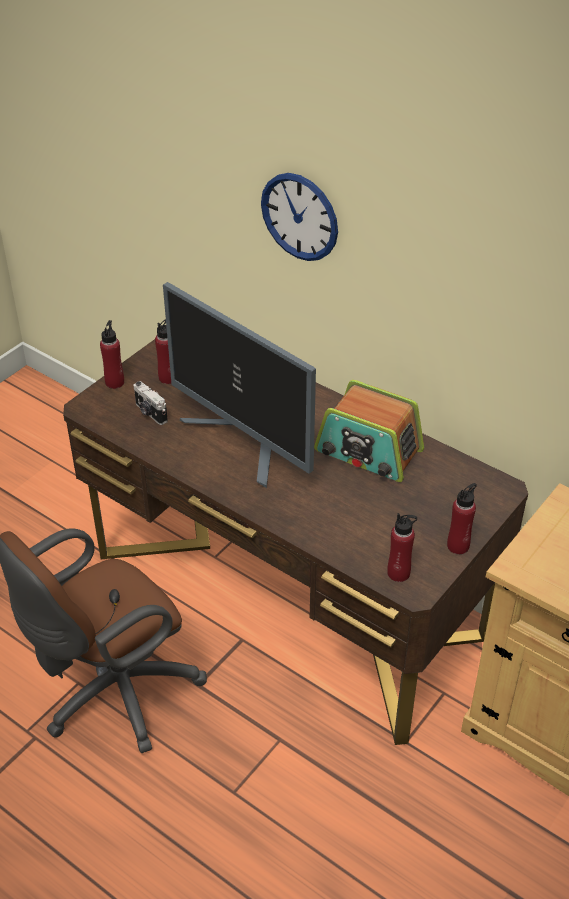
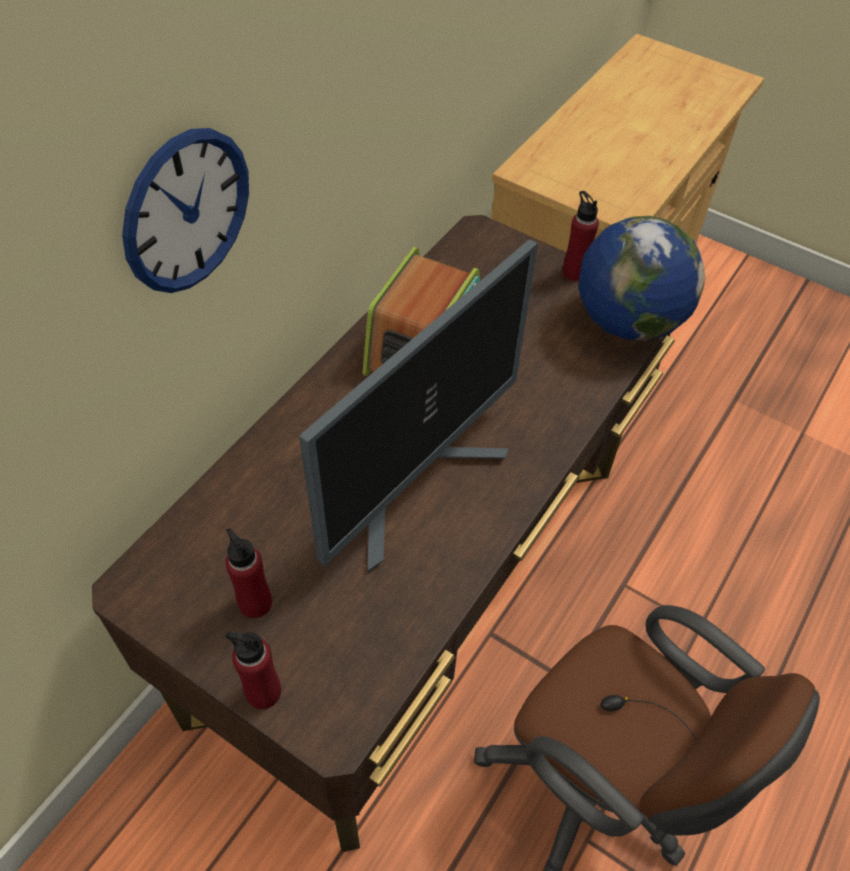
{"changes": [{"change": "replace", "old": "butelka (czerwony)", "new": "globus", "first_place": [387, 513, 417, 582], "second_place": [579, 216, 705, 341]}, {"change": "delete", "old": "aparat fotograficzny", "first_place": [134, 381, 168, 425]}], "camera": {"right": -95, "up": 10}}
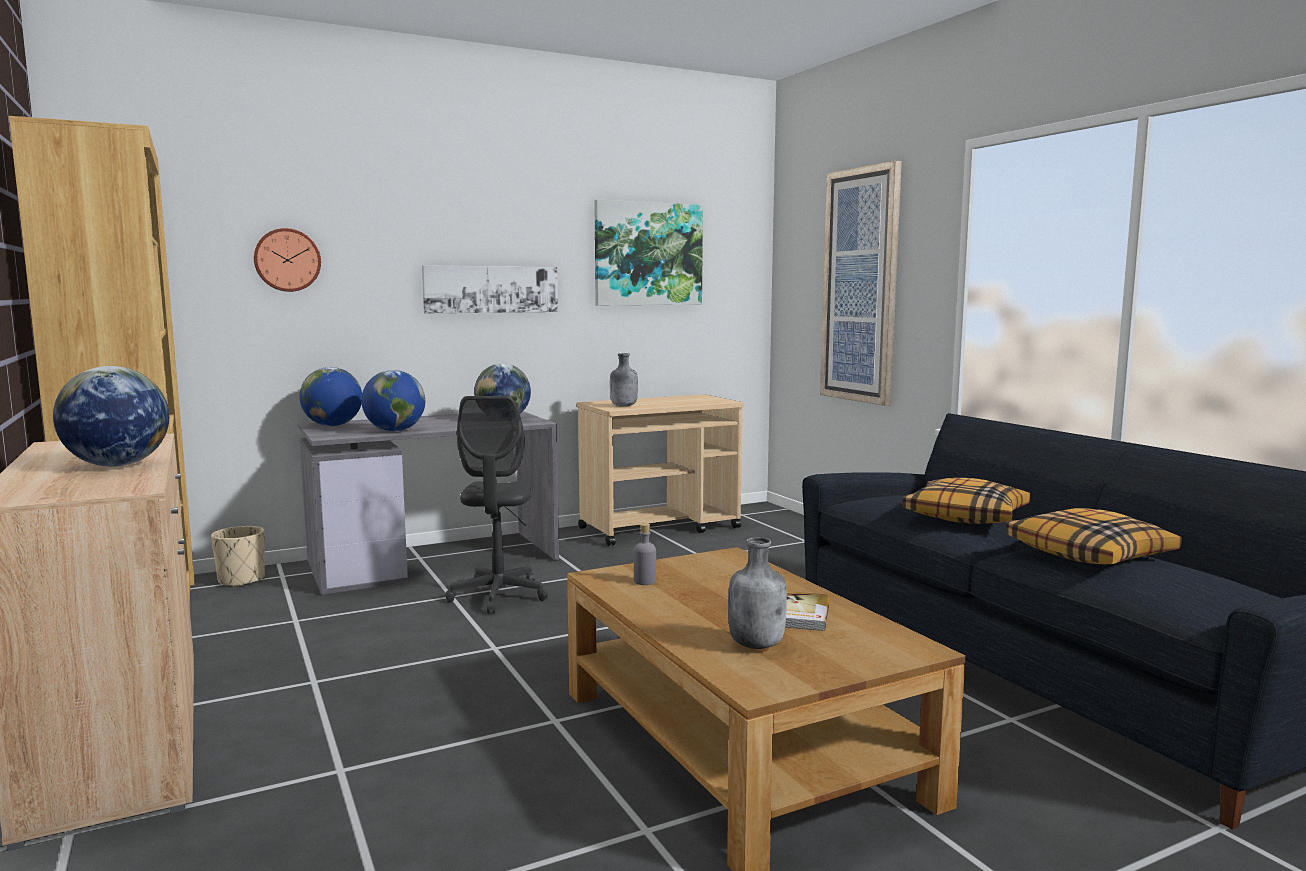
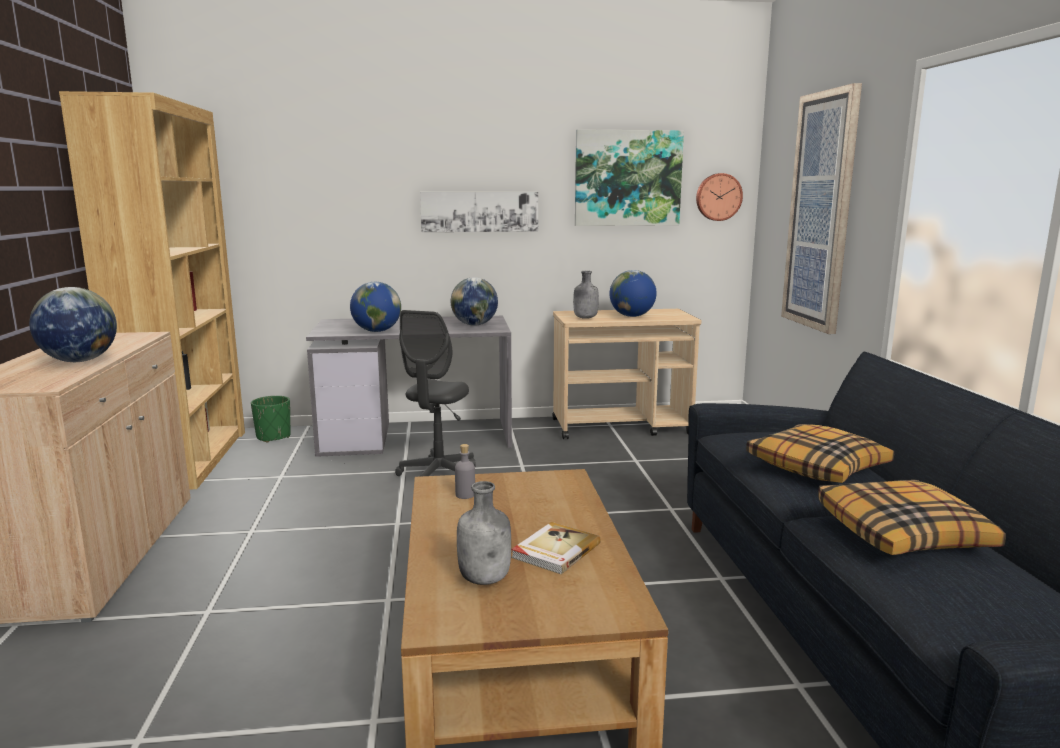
{"changes": [{"change": "recolor", "old": "donica (beżowy)", "new": "donica (zielony)", "first_place": [211, 526, 265, 587], "second_place": [251, 396, 291, 442]}, {"change": "move", "old": "globus", "first_place": [299, 367, 362, 426], "second_place": [609, 270, 657, 317]}, {"change": "move", "old": "zegar ścienny", "first_place": [254, 228, 321, 292], "second_place": [696, 173, 743, 221]}], "camera": {"right": 20, "up": 5}}
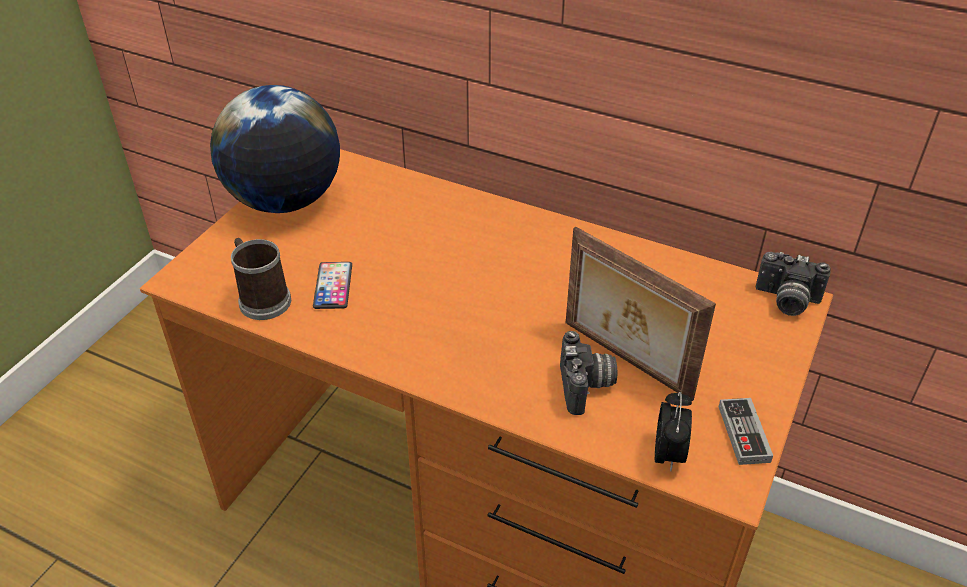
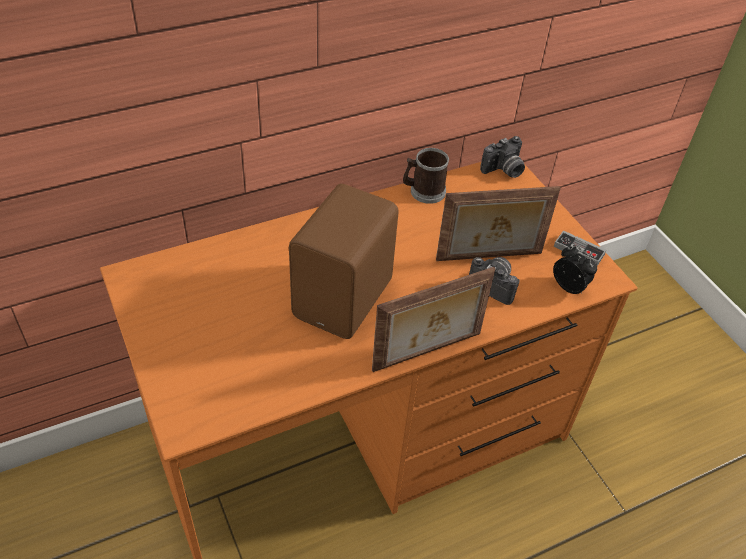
{"changes": [{"change": "insert", "new": "głośnik (brązowy)", "second_place": [289, 184, 399, 339]}, {"change": "insert", "new": "ramka na zdjęcie", "second_place": [372, 267, 495, 372]}, {"change": "move", "old": "kubek", "first_place": [231, 238, 291, 320], "second_place": [403, 148, 449, 204]}, {"change": "delete", "old": "globus", "first_place": [210, 85, 340, 213]}, {"change": "delete", "old": "telefon", "first_place": [313, 262, 352, 309]}], "camera": {"right": -55, "up": 5}}
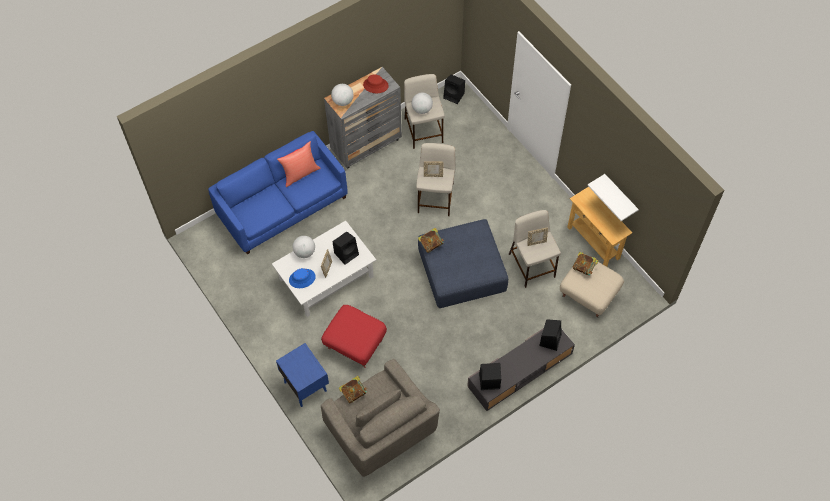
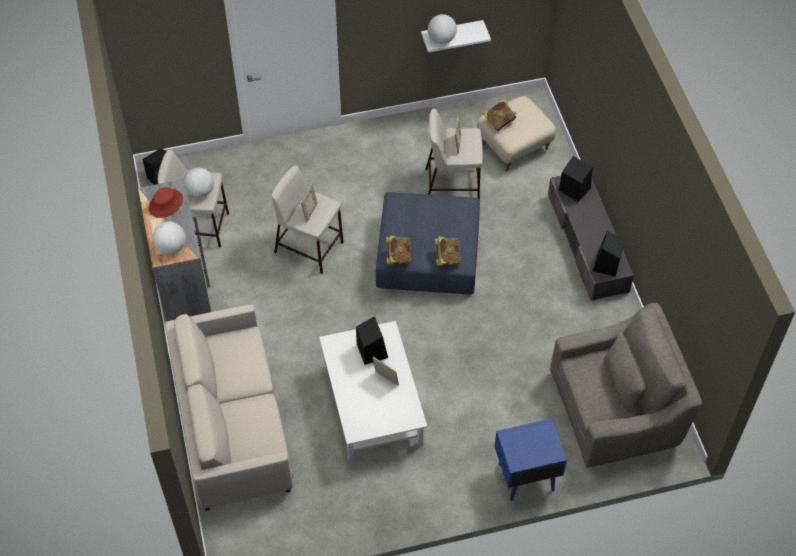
{"changes": [{"change": "recolor", "old": "kanapa (niebieski)", "new": "kanapa (beżowy)", "first_place": [208, 131, 348, 255], "second_place": [165, 305, 293, 511]}, {"change": "move", "old": "globus", "first_place": [293, 236, 315, 258], "second_place": [428, 14, 457, 44]}, {"change": "move", "old": "książka", "first_place": [339, 376, 367, 403], "second_place": [435, 237, 461, 266]}, {"change": "delete", "old": "poduszka (czerwony)", "first_place": [277, 141, 321, 187]}, {"change": "delete", "old": "kapelusz (niebieski)", "first_place": [289, 268, 316, 288]}, {"change": "delete", "old": "pufa (czerwony)", "first_place": [321, 305, 387, 367]}, {"change": "delete", "old": "stolik konsolowy (beżowy)", "first_place": [567, 187, 632, 267]}], "camera": {"right": -70, "up": -5}}
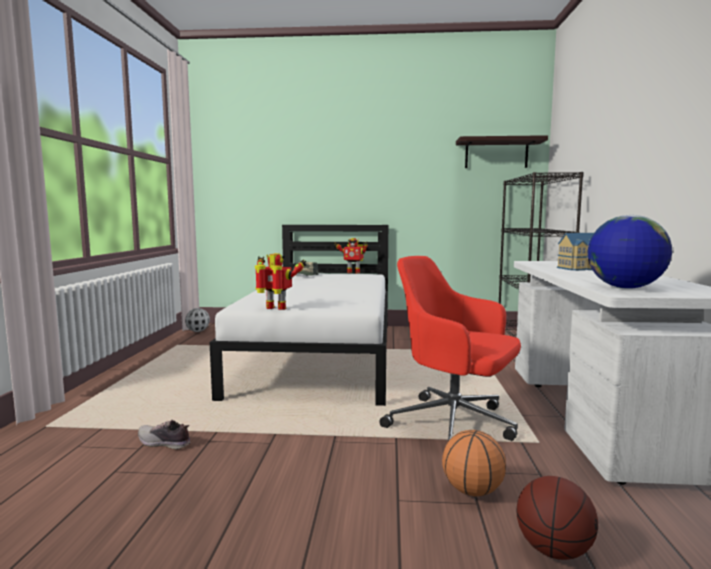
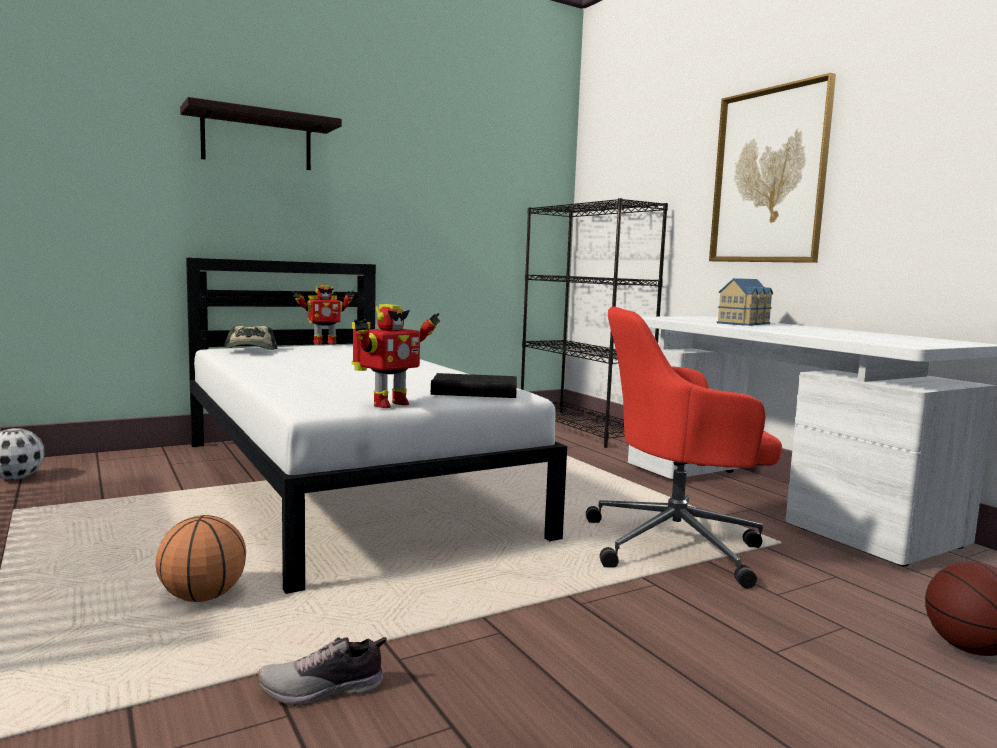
{"changes": [{"change": "move", "old": "piłka do koszykówki", "first_place": [442, 430, 506, 496], "second_place": [155, 515, 246, 602]}, {"change": "move", "old": "półka", "first_place": [456, 135, 548, 168], "second_place": [180, 97, 342, 170]}, {"change": "rotate", "old": "robot zabawkowy", "first_place": [255, 253, 306, 310], "second_place": [352, 304, 440, 408], "degrees": 150}, {"change": "insert", "new": "książka (czarny)", "second_place": [431, 373, 517, 398]}, {"change": "insert", "new": "obraz", "second_place": [709, 73, 836, 263]}, {"change": "delete", "old": "globus", "first_place": [588, 215, 672, 289]}], "camera": {"right": -35, "up": 0}}
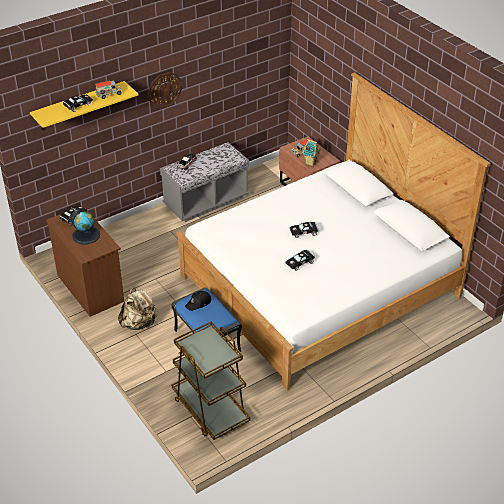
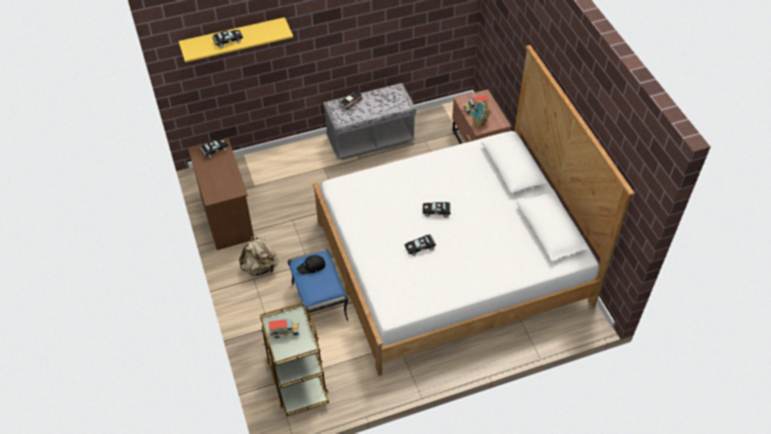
{"changes": [{"change": "move", "old": "ciężarówka zabawkowa", "first_place": [95, 80, 122, 99], "second_place": [269, 319, 300, 338]}, {"change": "delete", "old": "globus", "first_place": [71, 210, 100, 245]}, {"change": "delete", "old": "zegar ścienny", "first_place": [148, 72, 182, 108]}], "camera": {"right": 15, "up": 10}}
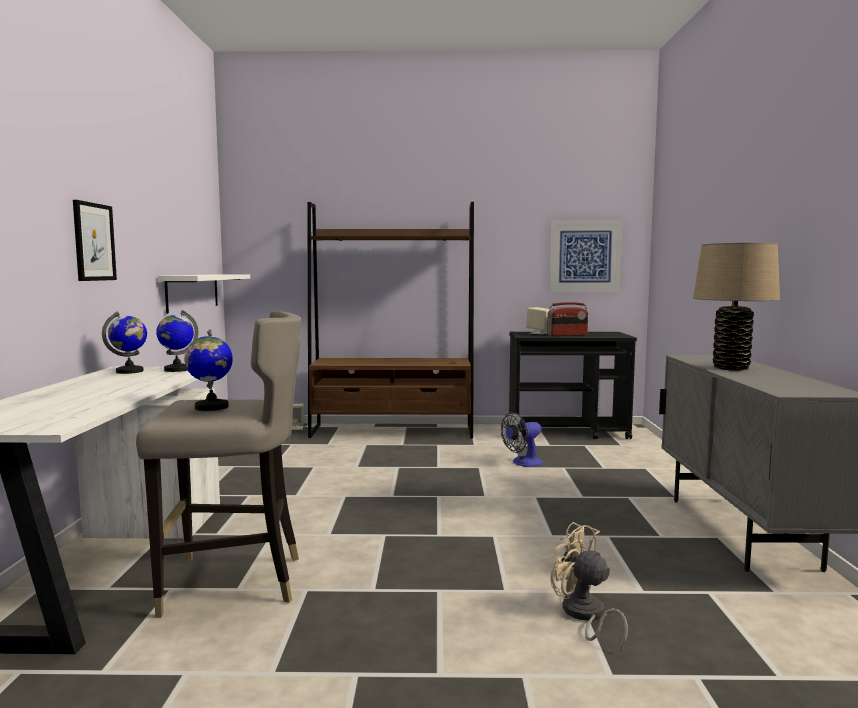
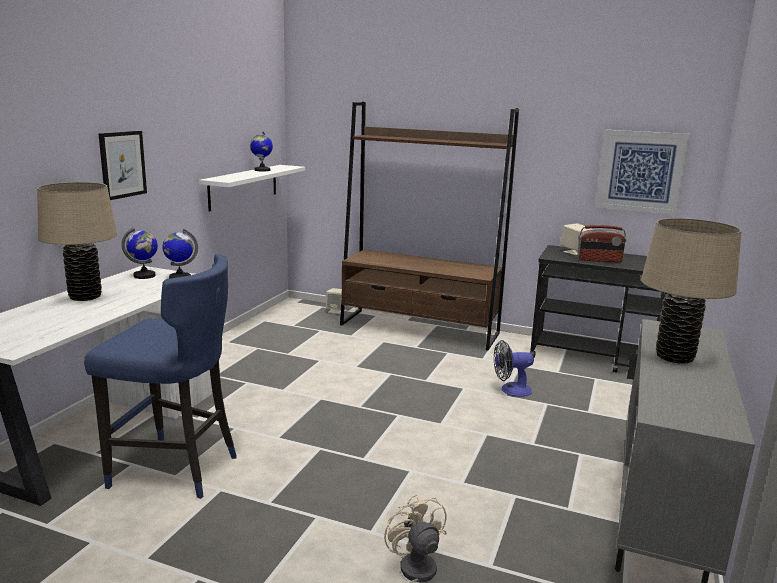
{"changes": [{"change": "insert", "new": "lampa stołowa (beżowy)", "second_place": [37, 182, 117, 301]}, {"change": "recolor", "old": "stołek (szary)", "new": "stołek (niebieski)", "first_place": [136, 311, 301, 618], "second_place": [84, 254, 237, 499]}, {"change": "move", "old": "globus", "first_place": [184, 329, 233, 411], "second_place": [250, 131, 273, 171]}], "camera": {"right": 20, "up": 10}}
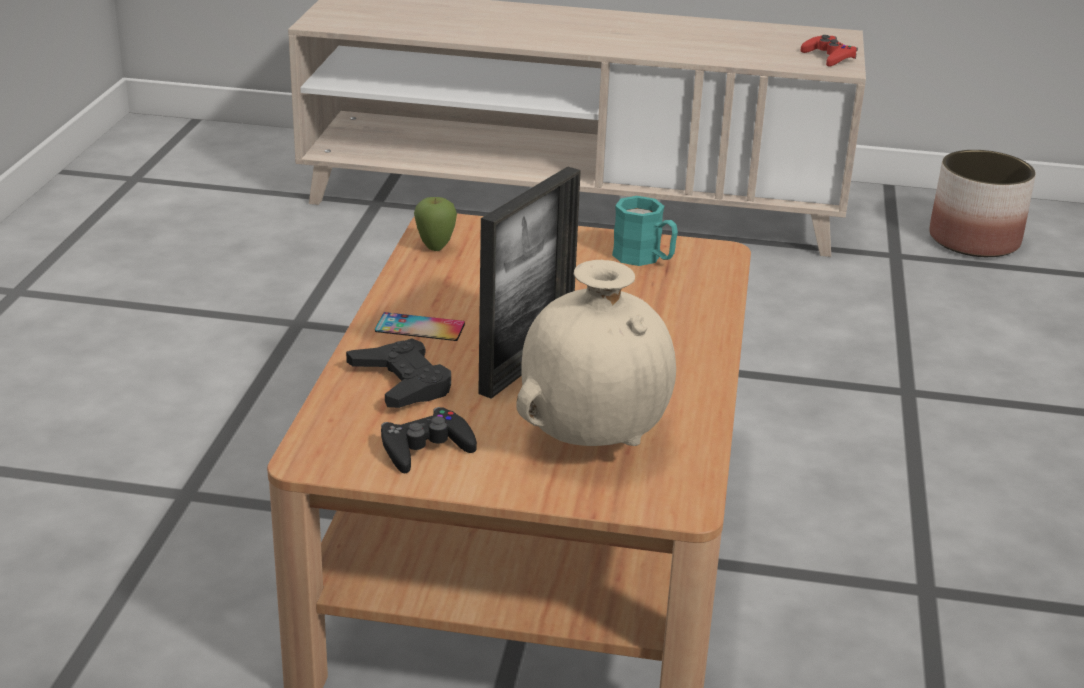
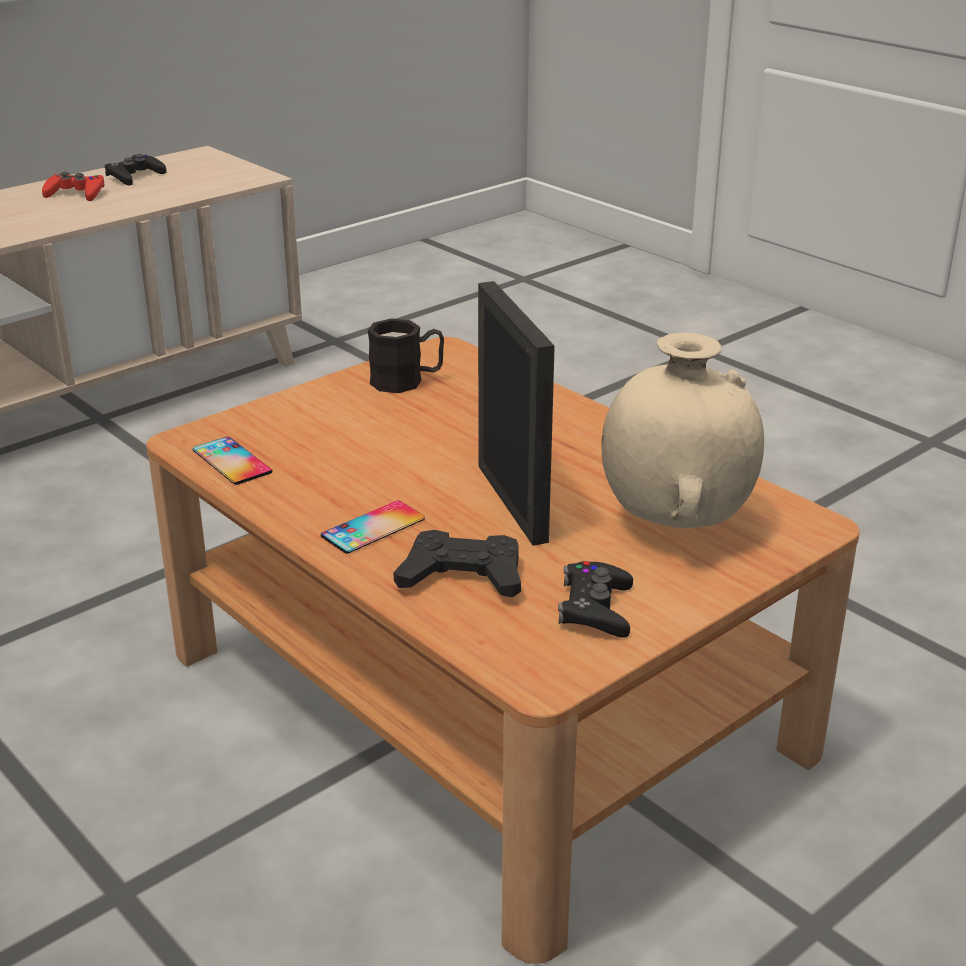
{"changes": [{"change": "move", "old": "pad do gier (czerwony)", "first_place": [801, 35, 858, 67], "second_place": [42, 172, 104, 201]}, {"change": "insert", "new": "pad do gier (czarny)", "second_place": [104, 154, 166, 185]}, {"change": "replace", "old": "jabłko", "new": "telefon", "first_place": [414, 197, 457, 251], "second_place": [193, 437, 272, 485]}, {"change": "recolor", "old": "kubek (turkusowy)", "new": "kubek (czarny)", "first_place": [612, 196, 678, 266], "second_place": [367, 319, 444, 393]}, {"change": "delete", "old": "donica", "first_place": [929, 150, 1036, 257]}], "camera": {"right": -50, "up": 0}}
